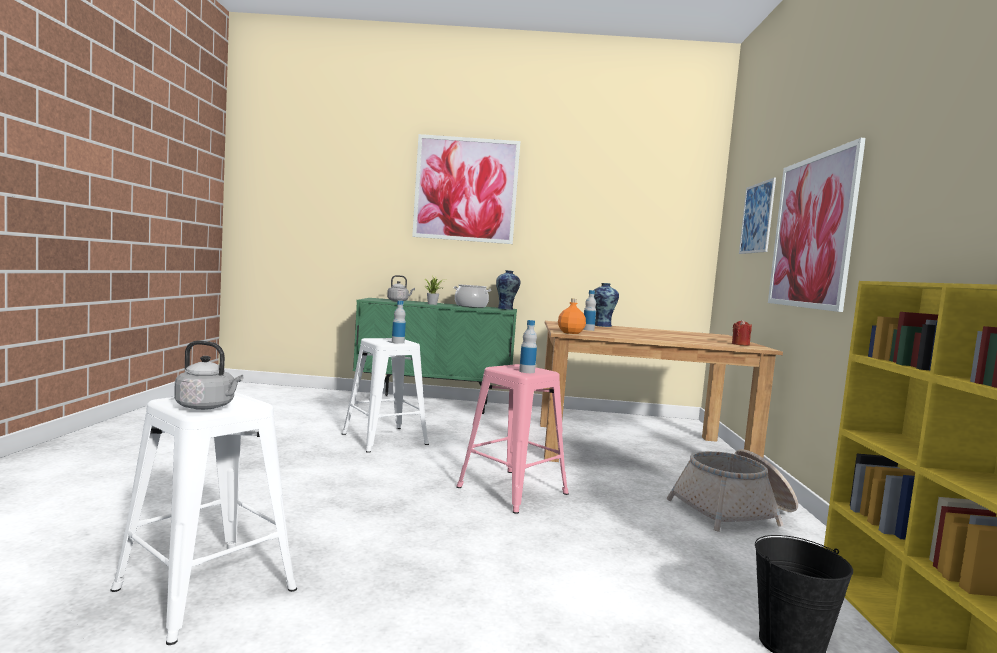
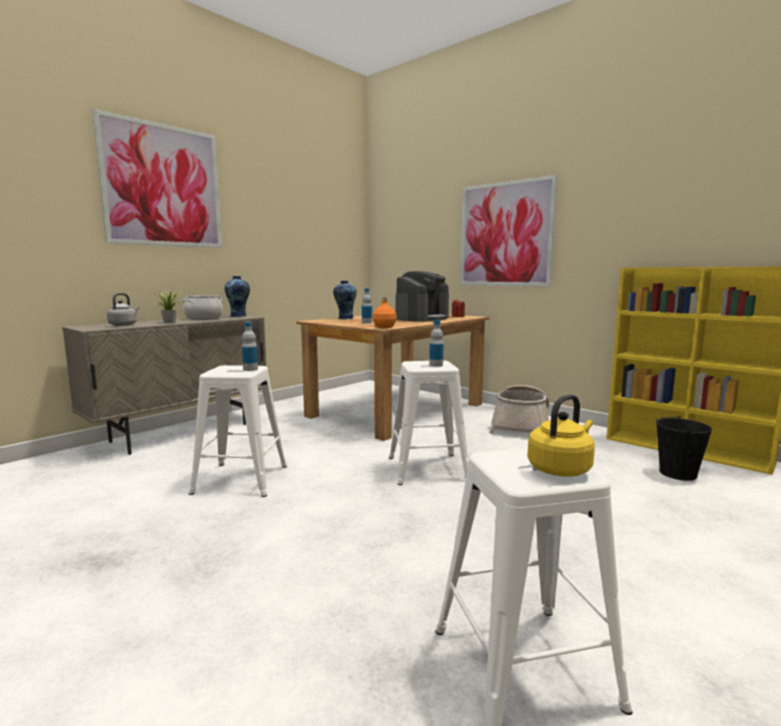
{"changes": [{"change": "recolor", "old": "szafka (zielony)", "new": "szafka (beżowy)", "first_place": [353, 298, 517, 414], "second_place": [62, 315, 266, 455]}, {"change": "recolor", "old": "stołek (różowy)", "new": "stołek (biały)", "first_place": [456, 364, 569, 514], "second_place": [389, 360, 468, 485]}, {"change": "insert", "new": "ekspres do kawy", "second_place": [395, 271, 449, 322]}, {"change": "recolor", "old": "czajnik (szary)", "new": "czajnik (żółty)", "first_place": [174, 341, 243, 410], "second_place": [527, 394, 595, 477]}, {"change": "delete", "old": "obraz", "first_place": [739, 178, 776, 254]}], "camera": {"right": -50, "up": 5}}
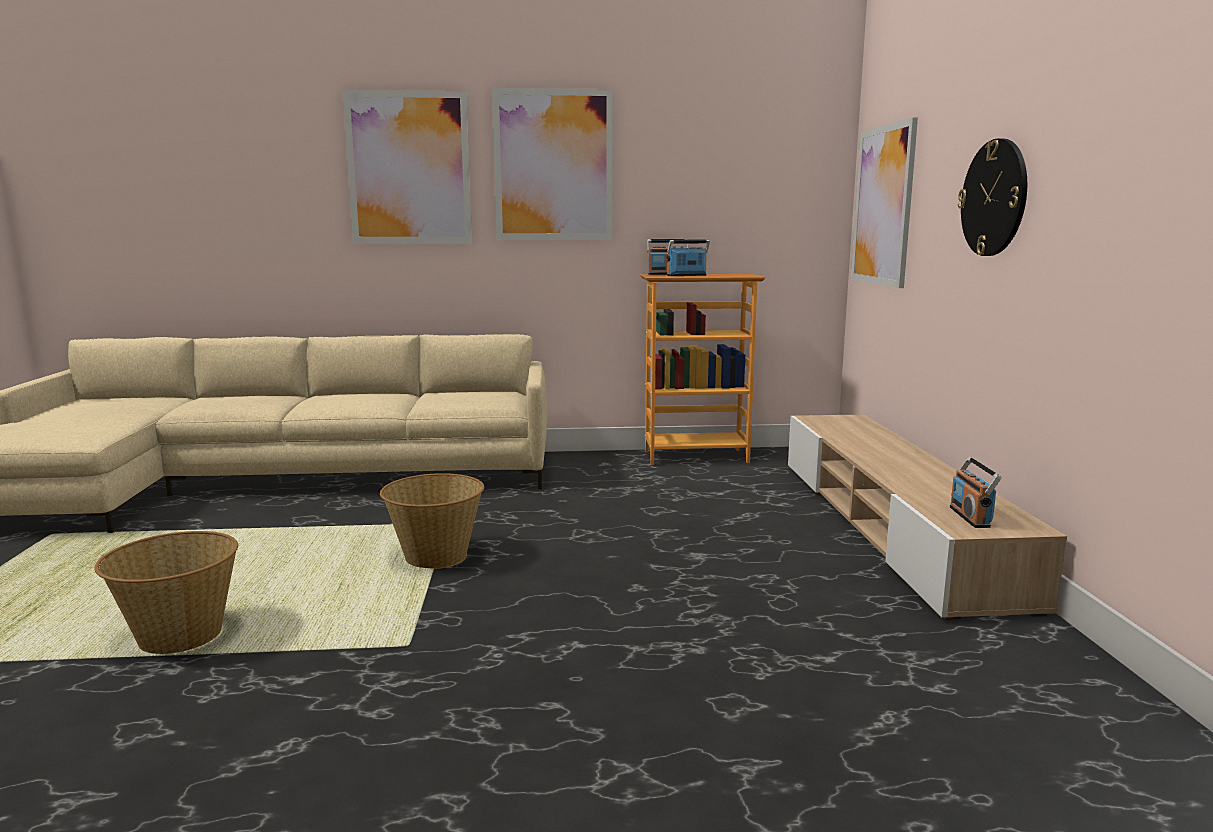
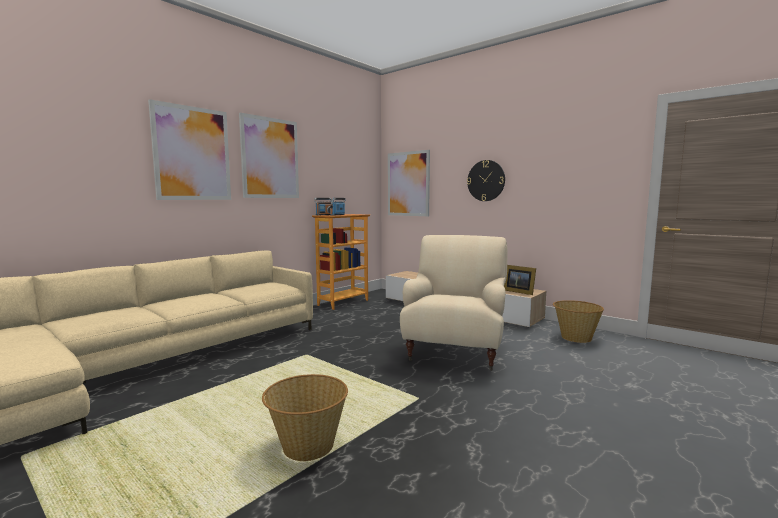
{"changes": [{"change": "insert", "new": "fotel (beżowy)", "second_place": [400, 235, 508, 371]}, {"change": "replace", "old": "radio", "new": "ramka na zdjęcie", "first_place": [950, 457, 1002, 528], "second_place": [504, 265, 536, 295]}, {"change": "move", "old": "koszyk", "first_place": [380, 473, 484, 569], "second_place": [553, 300, 604, 343]}], "camera": {"right": -45, "up": -5}}
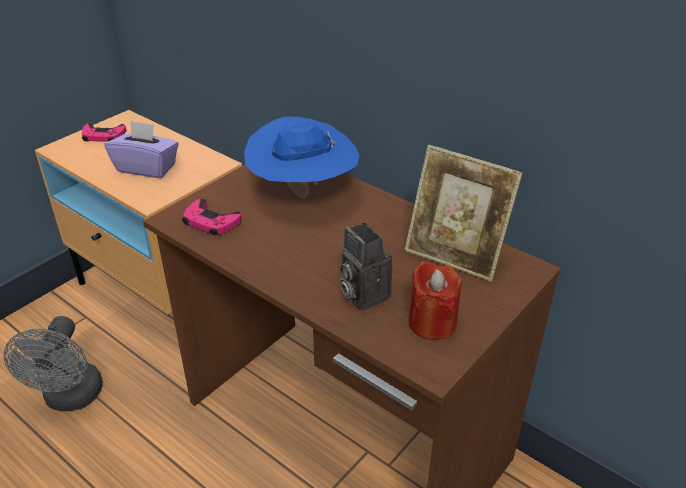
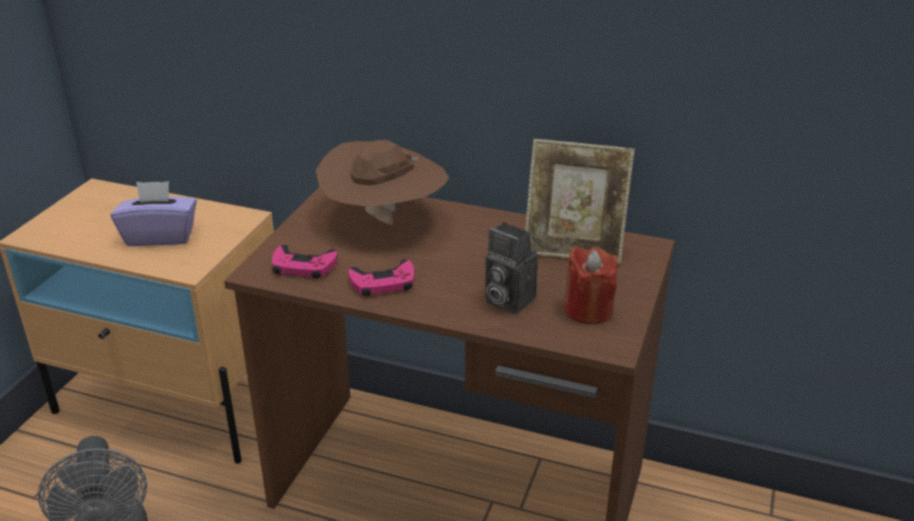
{"changes": [{"change": "recolor", "old": "kapelusz (niebieski)", "new": "kapelusz (brązowy)", "first_place": [244, 116, 359, 198], "second_place": [316, 140, 449, 225]}, {"change": "move", "old": "pad do gier (różowy)", "first_place": [82, 123, 126, 142], "second_place": [349, 259, 414, 297]}], "camera": {"right": -20, "up": -5}}
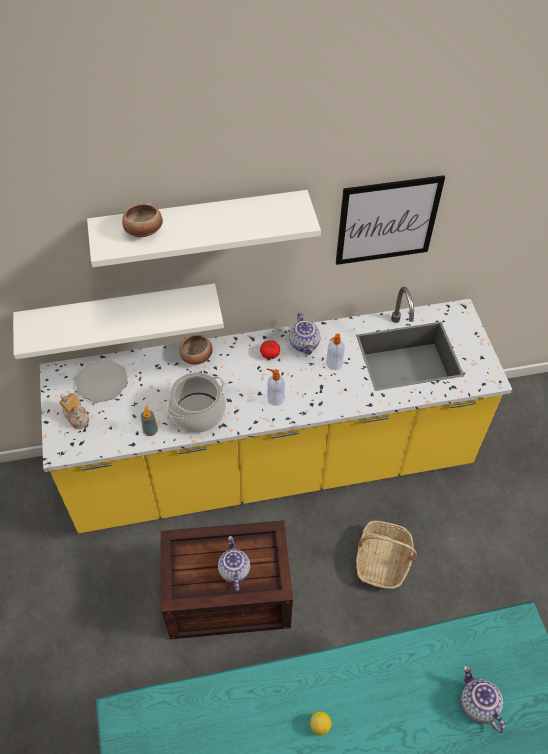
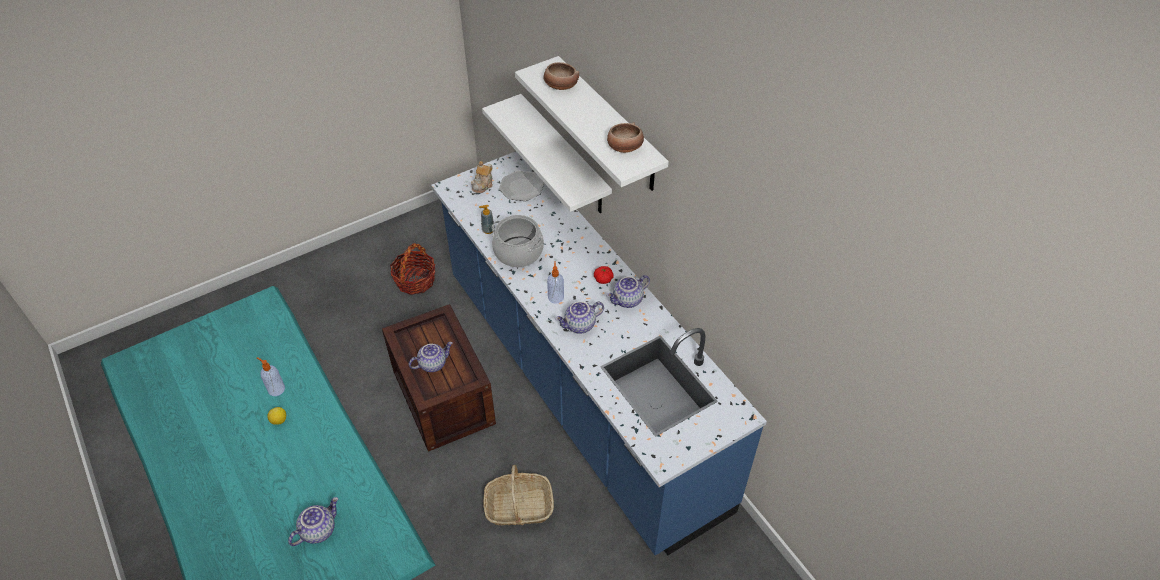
{"changes": [{"change": "move", "old": "dozownik mydła", "first_place": [326, 334, 345, 370], "second_place": [257, 357, 285, 396]}, {"change": "insert", "new": "koszyk", "second_place": [390, 243, 435, 295]}, {"change": "recolor", "old": "zabudowa kuchenna (żółty)", "new": "zabudowa kuchenna (niebieski)", "first_place": [40, 287, 512, 533], "second_place": [431, 151, 767, 555]}, {"change": "insert", "new": "imbryk", "second_place": [555, 301, 604, 334]}, {"change": "move", "old": "miska", "first_place": [180, 335, 213, 365], "second_place": [607, 122, 644, 153]}, {"change": "delete", "old": "obraz", "first_place": [336, 175, 445, 265]}], "camera": {"right": 70, "up": -5}}
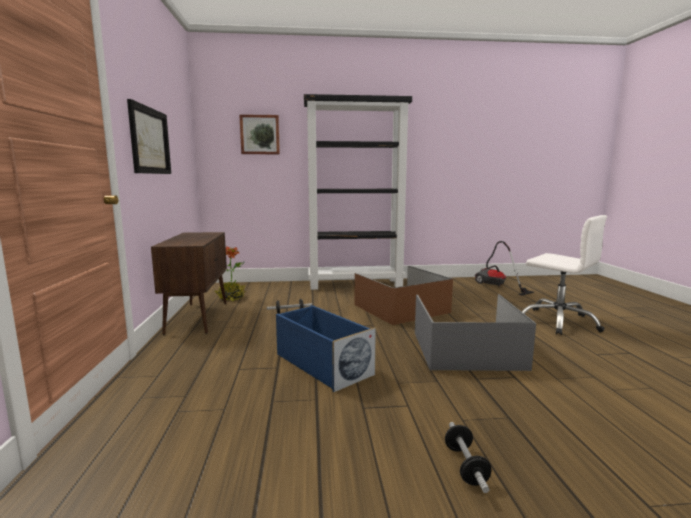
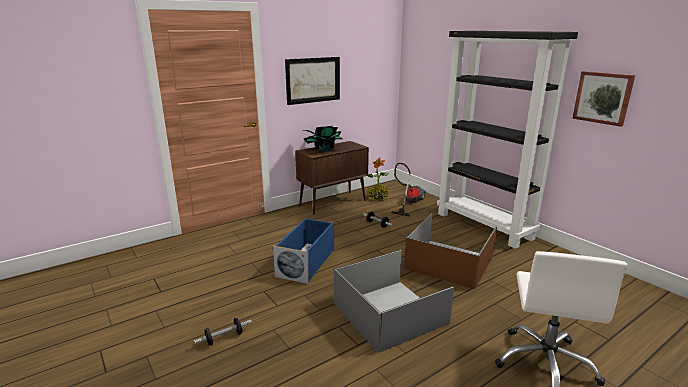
{"changes": [{"change": "insert", "new": "roślina doniczkowa", "second_place": [303, 126, 344, 152]}, {"change": "move", "old": "odkurzacz", "first_place": [475, 241, 534, 296], "second_place": [392, 163, 426, 216]}, {"change": "move", "old": "obraz", "first_place": [239, 114, 280, 154], "second_place": [572, 71, 635, 127]}], "camera": {"right": 60, "up": 10}}
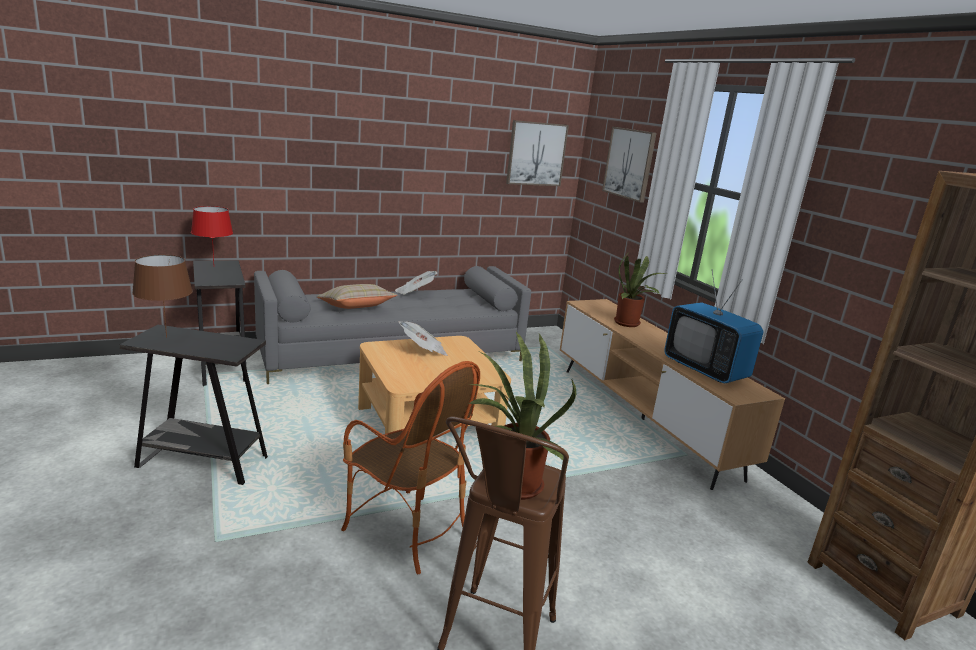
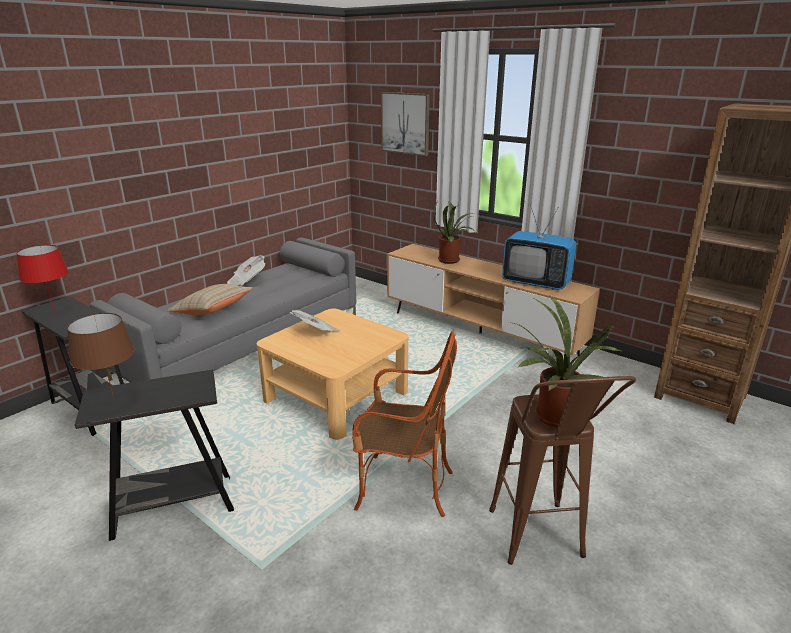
{"changes": [{"change": "delete", "old": "obraz", "first_place": [506, 120, 569, 186]}], "camera": {"right": -25, "up": 5}}
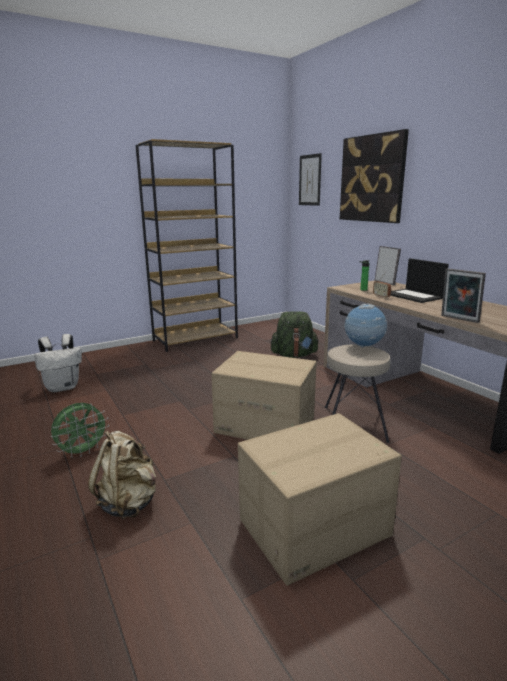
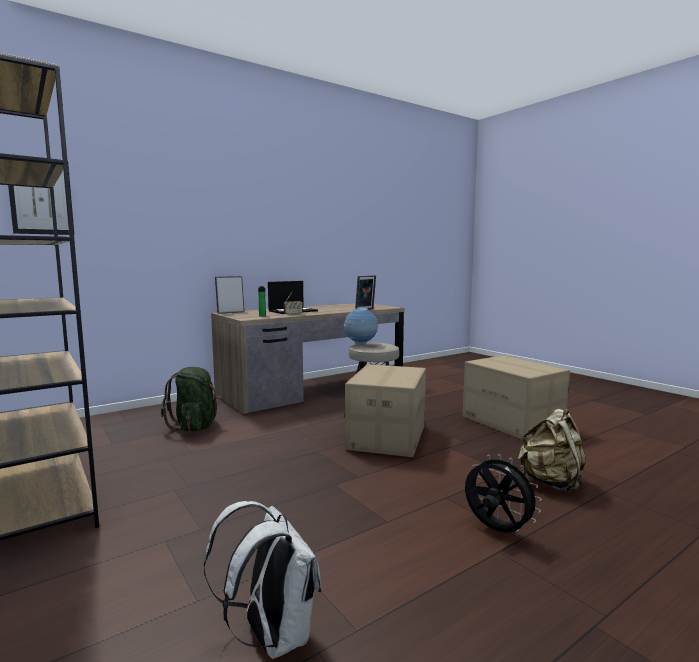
{"changes": [{"change": "recolor", "old": "wentylator (zielony)", "new": "wentylator (czarny)", "first_place": [51, 403, 109, 458], "second_place": [465, 454, 542, 533]}, {"change": "delete", "old": "obraz", "first_place": [340, 129, 409, 223]}], "camera": {"right": -95, "up": -10}}
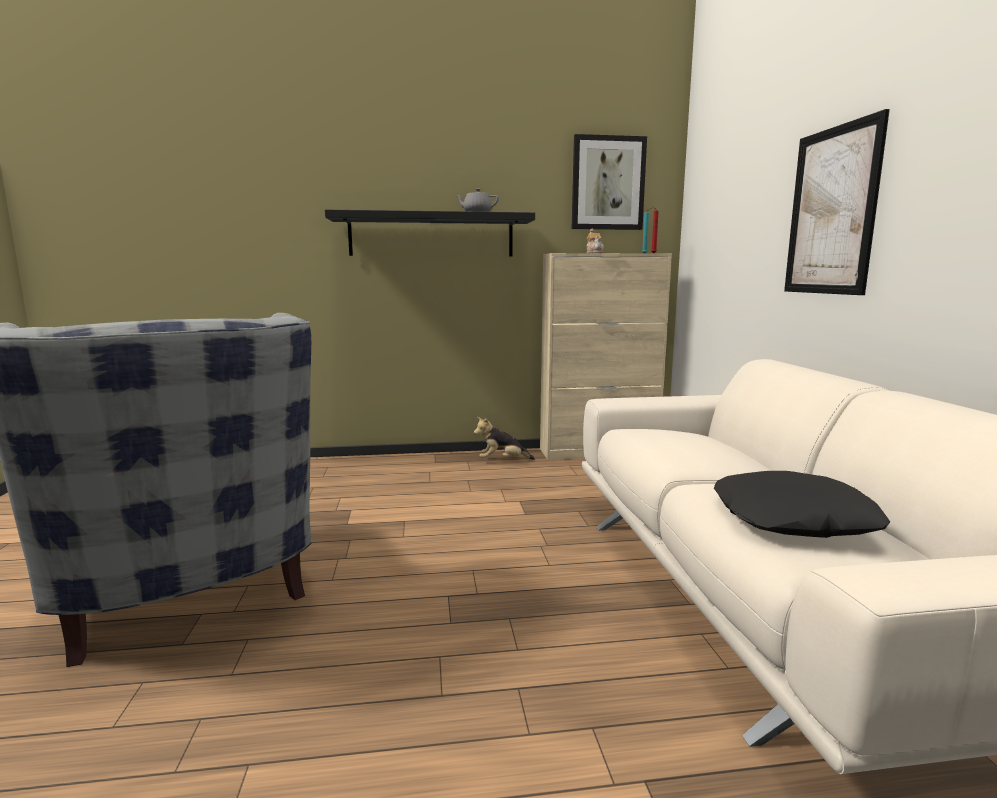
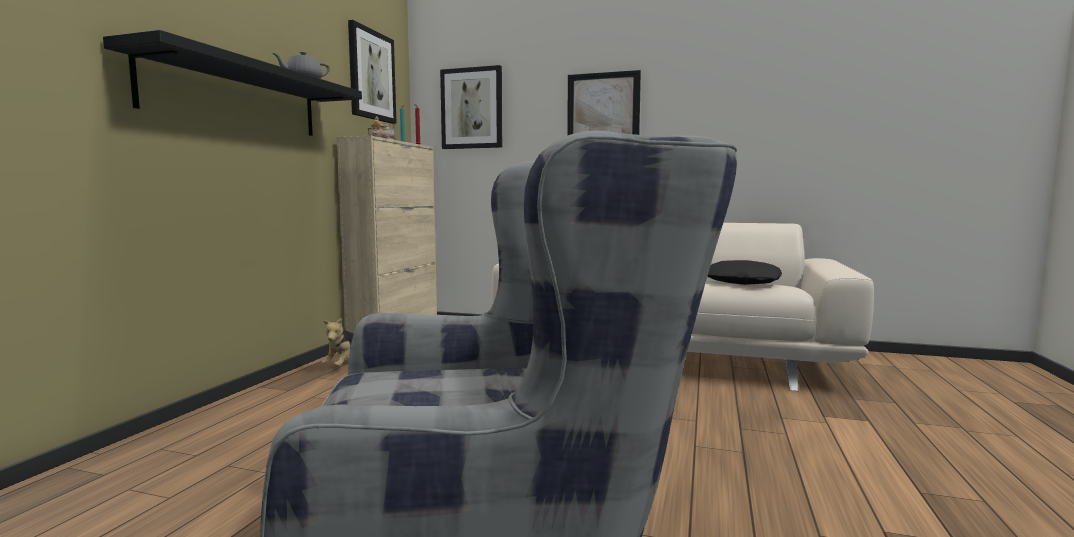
{"changes": [{"change": "insert", "new": "obraz", "second_place": [440, 65, 502, 149]}], "camera": {"right": -65, "up": -5}}
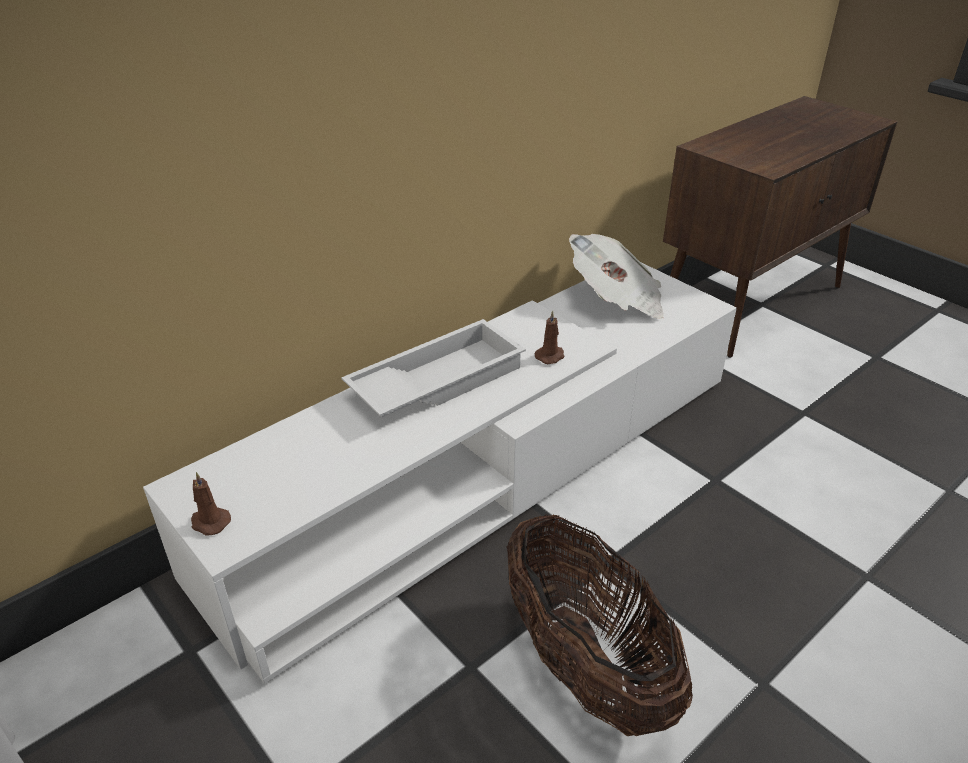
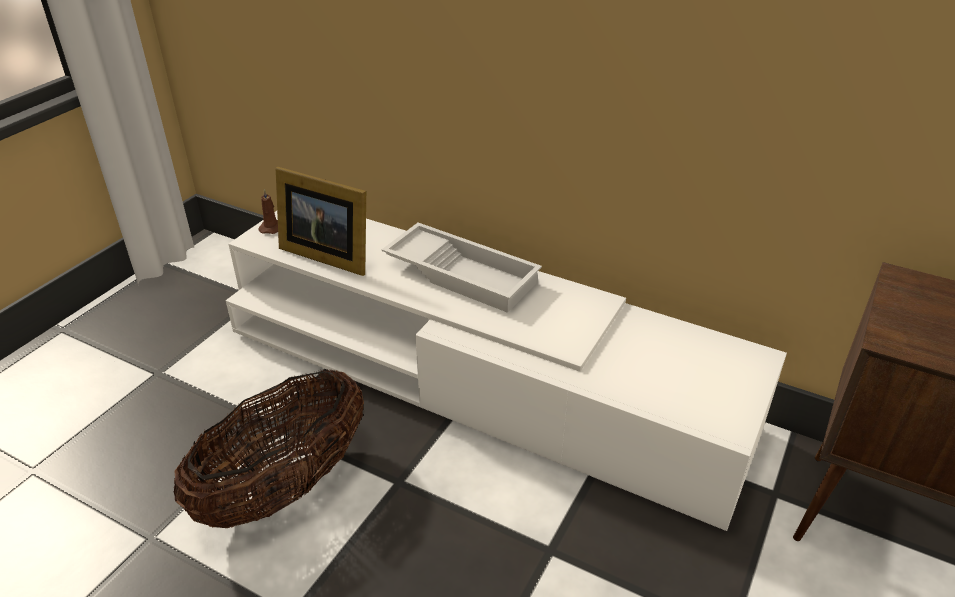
{"changes": [{"change": "insert", "new": "ramka na zdjęcie", "second_place": [276, 167, 366, 276]}, {"change": "delete", "old": "świeca (brązowy)", "first_place": [535, 311, 565, 364]}, {"change": "delete", "old": "gazeta", "first_place": [569, 234, 664, 319]}], "camera": {"right": 70, "up": 0}}
